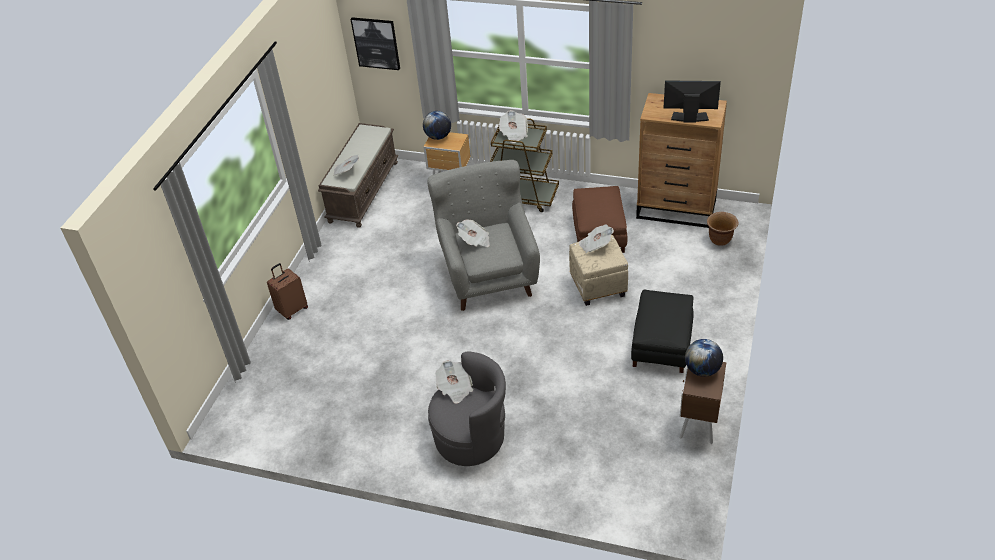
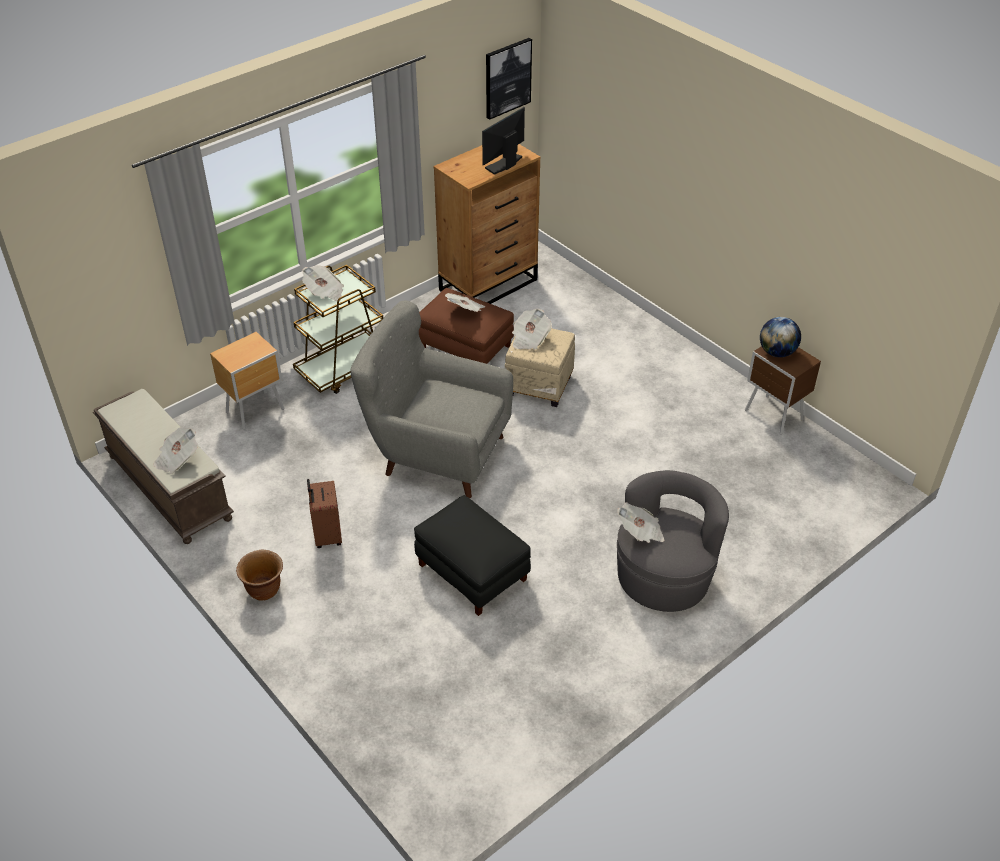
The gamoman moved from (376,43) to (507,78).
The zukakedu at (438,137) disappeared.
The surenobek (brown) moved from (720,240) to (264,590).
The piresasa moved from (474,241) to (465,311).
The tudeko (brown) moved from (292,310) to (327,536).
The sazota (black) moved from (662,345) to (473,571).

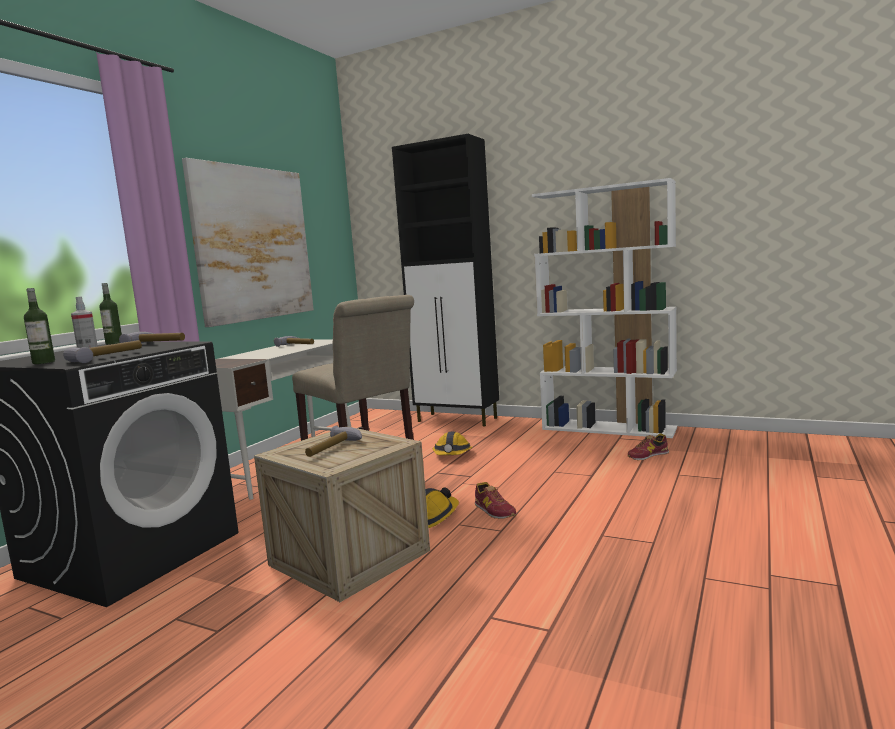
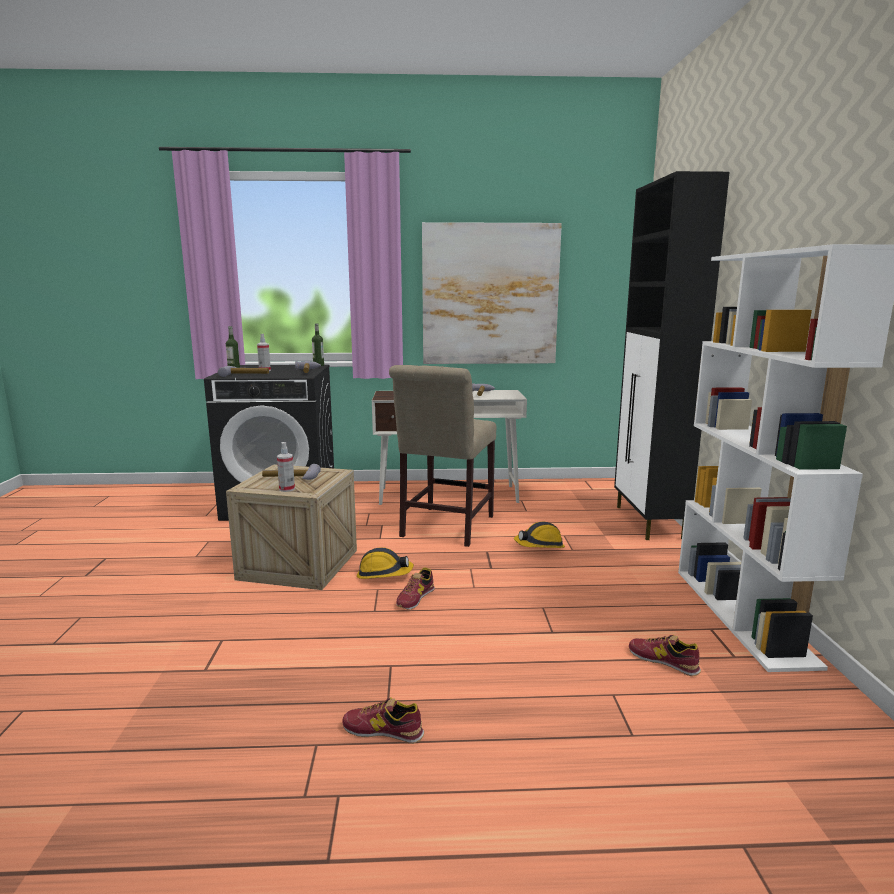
The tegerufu at (287,489) appeared.
The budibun at (383,730) appeared.

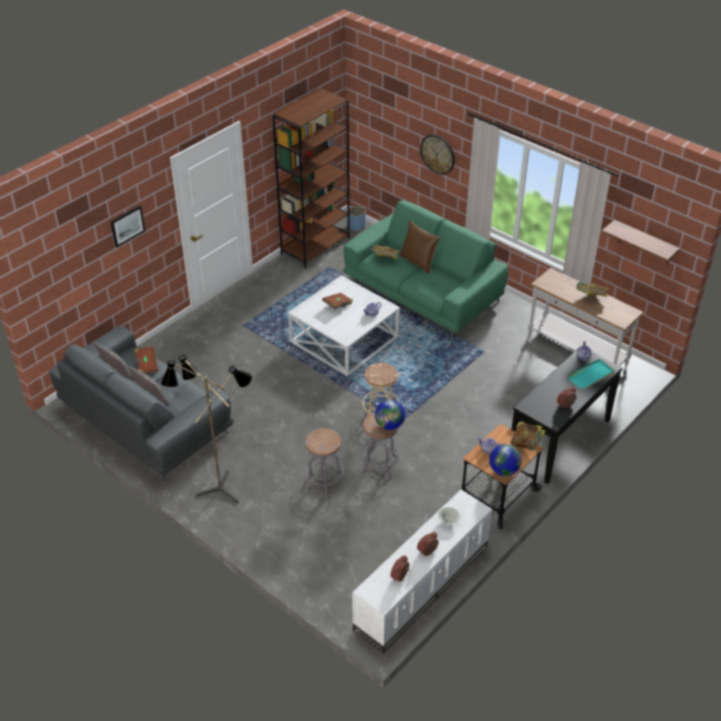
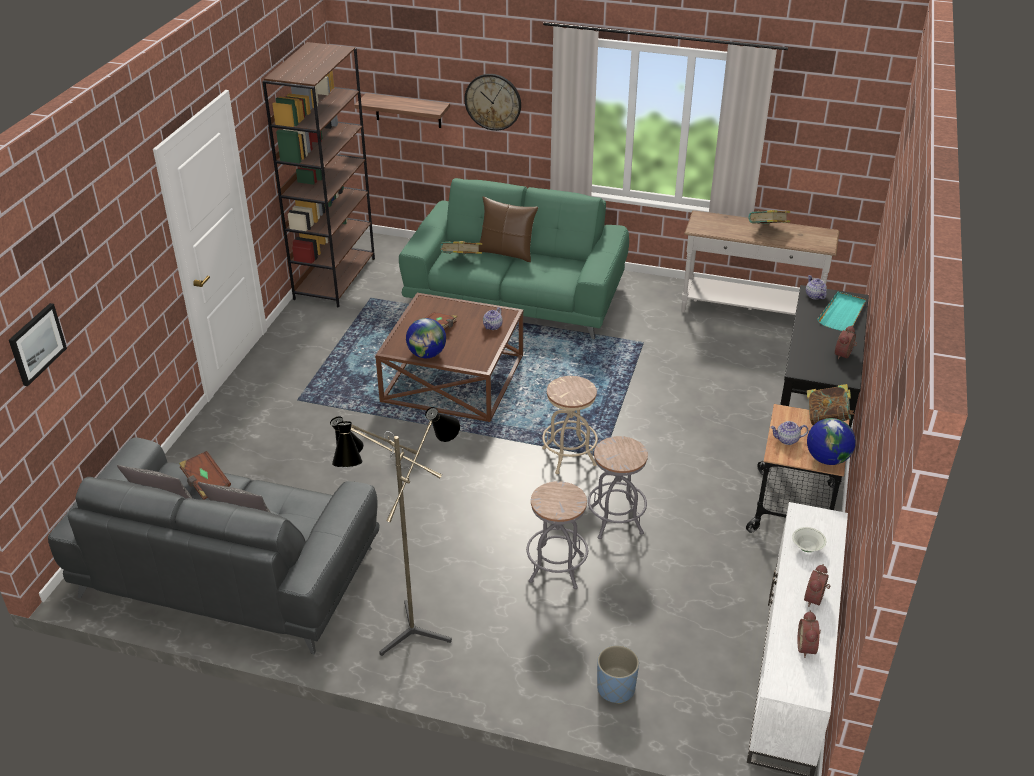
The gamoman moved from (127,226) to (36,344).
The surenobek (blue) moved from (356,226) to (615,689).
The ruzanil moved from (644,242) to (408,110).
The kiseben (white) at (344,339) became the kiseben (brown) at (453,377).
The zukakedu moved from (389,425) to (427,354).

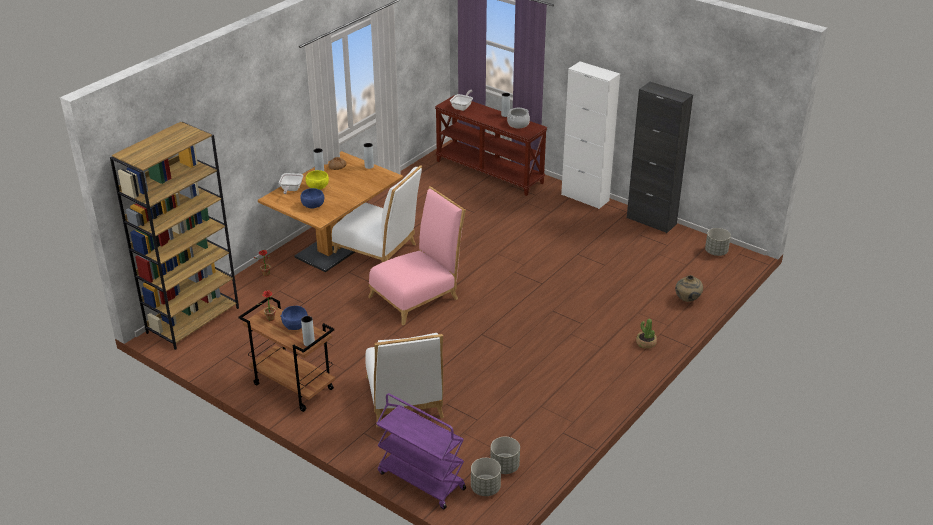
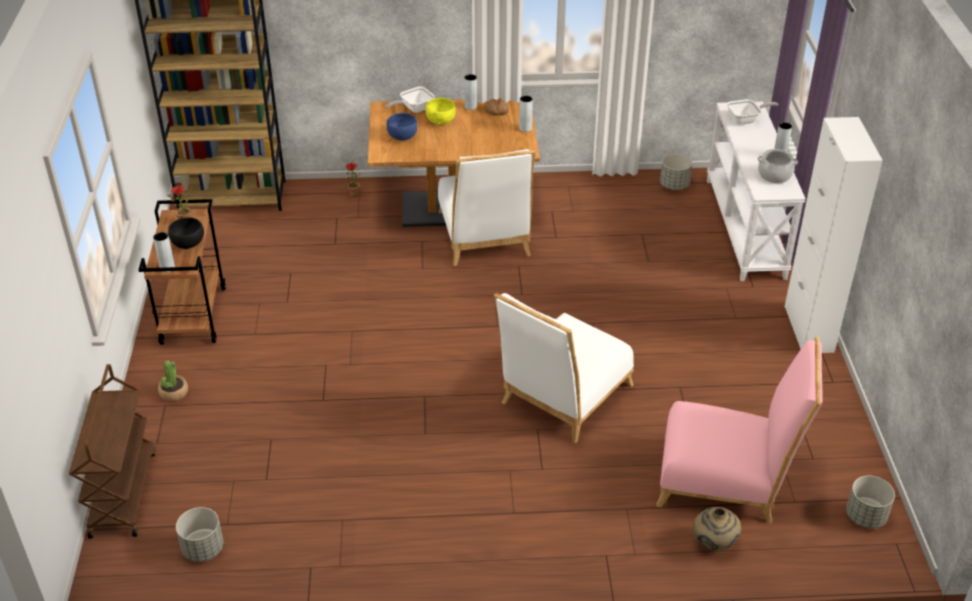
The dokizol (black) at (651,221) disappeared.
The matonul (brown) at (490,172) became the matonul (white) at (746,228).
The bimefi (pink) moved from (418,295) to (726,480).
The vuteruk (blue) at (295,325) became the vuteruk (black) at (188,243).
The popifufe moved from (646,343) to (174,393).
The bimefi (white) moved from (405,401) to (562,398).
The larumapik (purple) at (420,480) became the larumapik (brown) at (122,493).
The surenobek (grey) moved from (485,488) to (674,185).

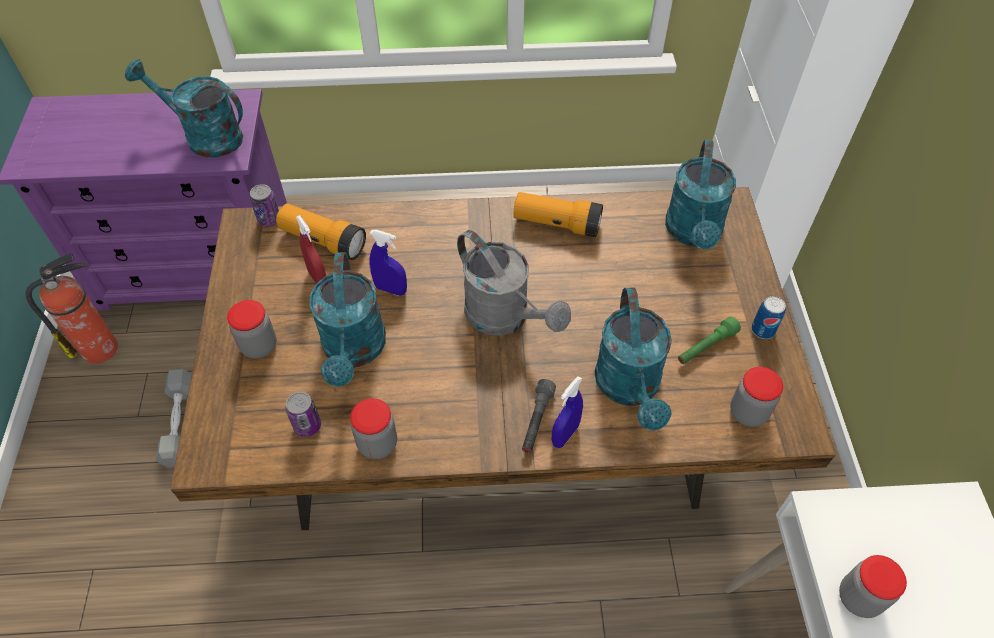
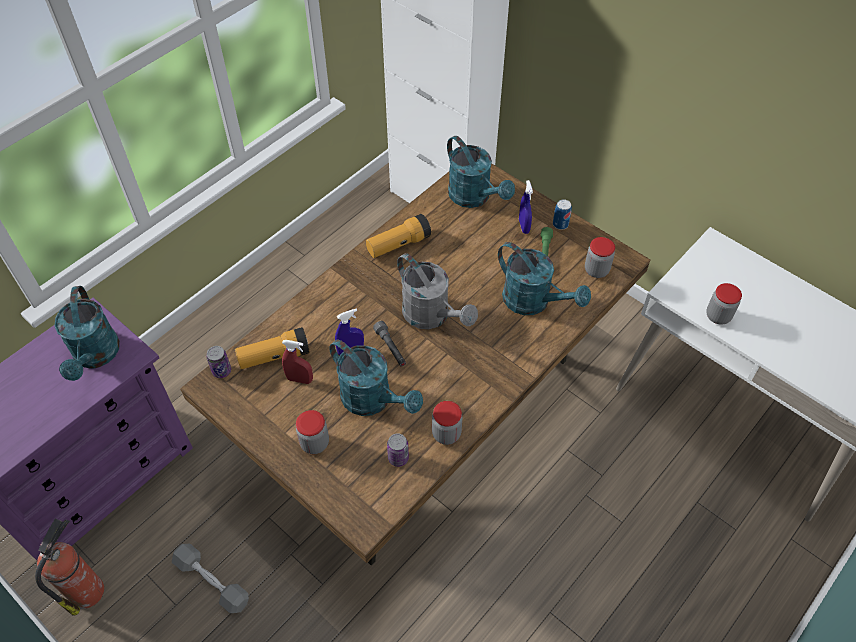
The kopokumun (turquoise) at (205,136) turned 75 degrees counterclockwise.
The kopokumun (grey) at (505,317) turned 45 degrees clockwise.
The tegerufu (blue) moved from (565,434) to (524,226).
The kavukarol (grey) moved from (536,421) to (391,348).

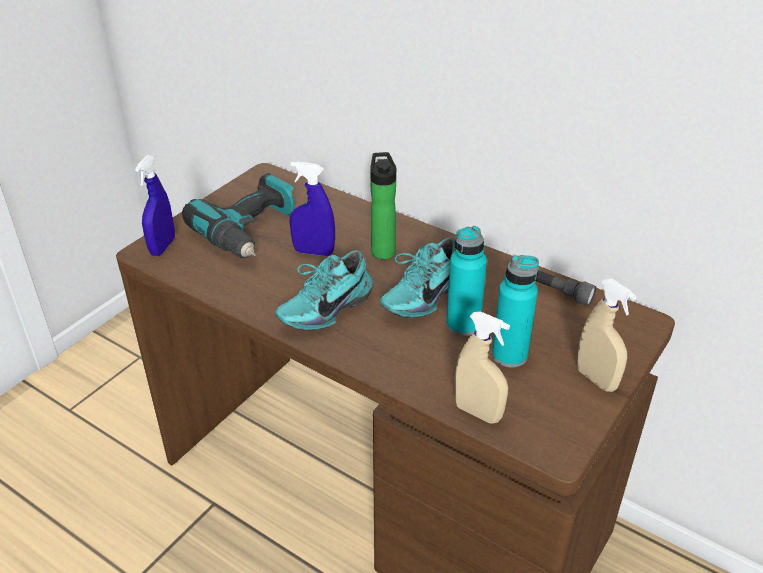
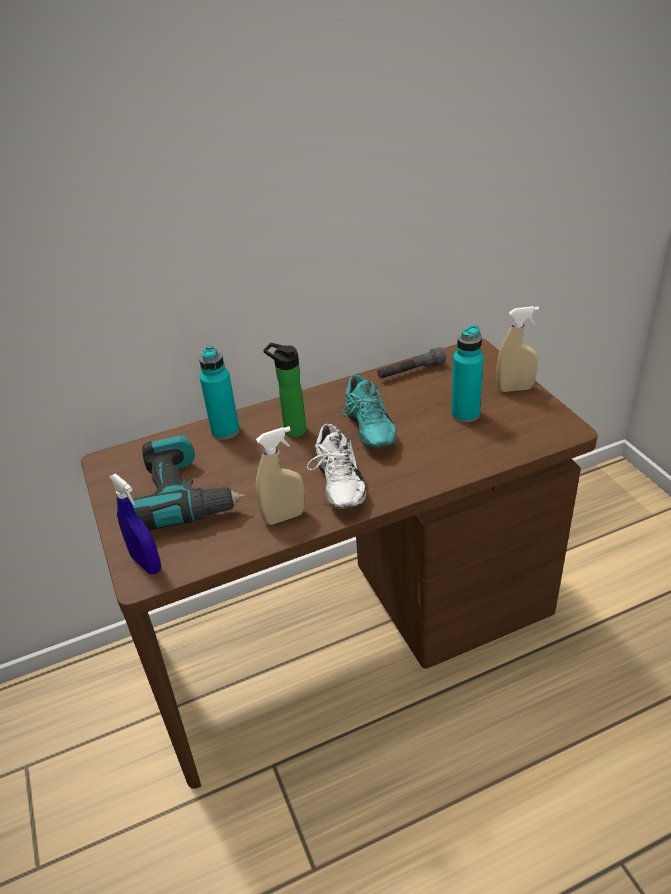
The tegerufu (blue) at (313,252) disappeared.
The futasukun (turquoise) moved from (463,325) to (225,431).
The budibun (turquoise) at (324,308) became the budibun (white) at (336,485).
The tegerufu (beige) moved from (478,412) to (284,517).

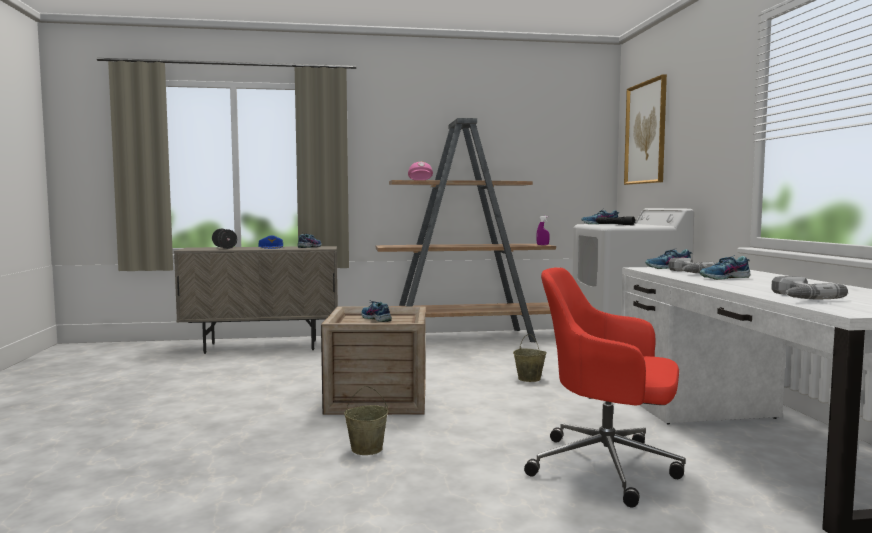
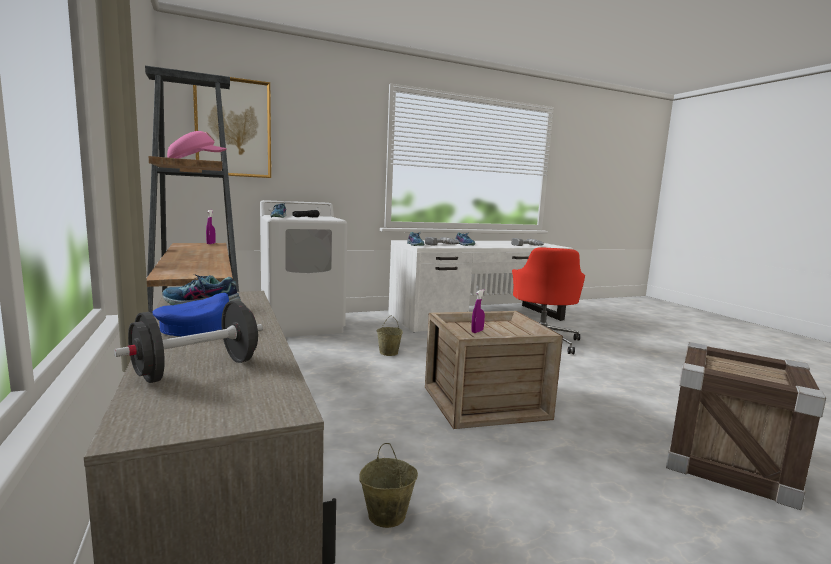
The budibun at (375,319) was replaced by the tegerufu (purple) at (477,331).
The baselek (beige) moved from (367,449) to (386,515).
The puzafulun at (728,462) appeared.

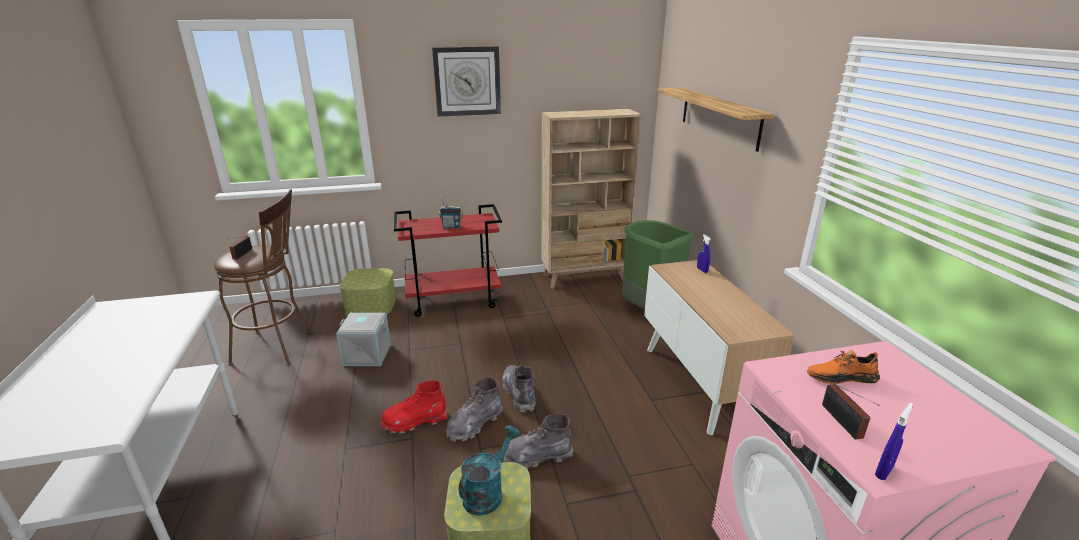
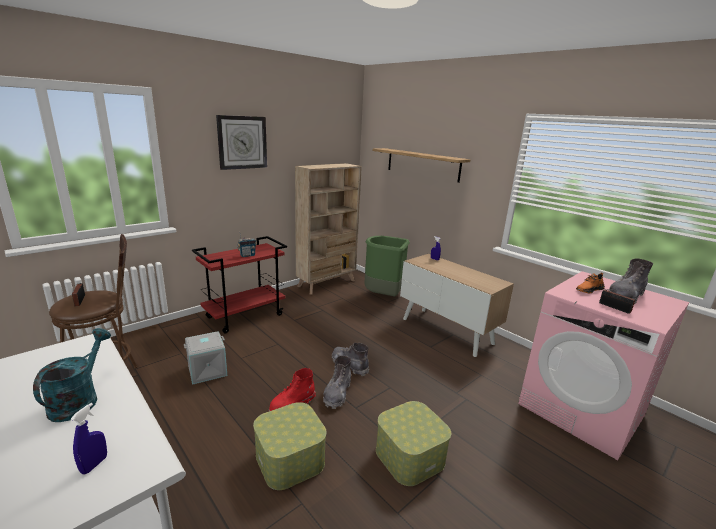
The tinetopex moved from (371,305) to (290,459).
The tegerufu (blue) moved from (883,471) to (94,464).
The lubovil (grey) moved from (537,456) to (625,296).
The kopokumun (turquoise) moved from (487,492) to (79,399).

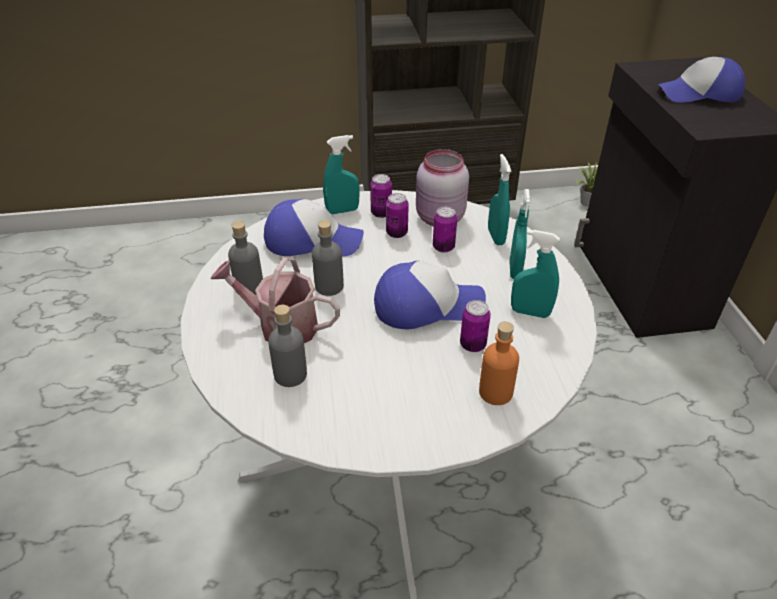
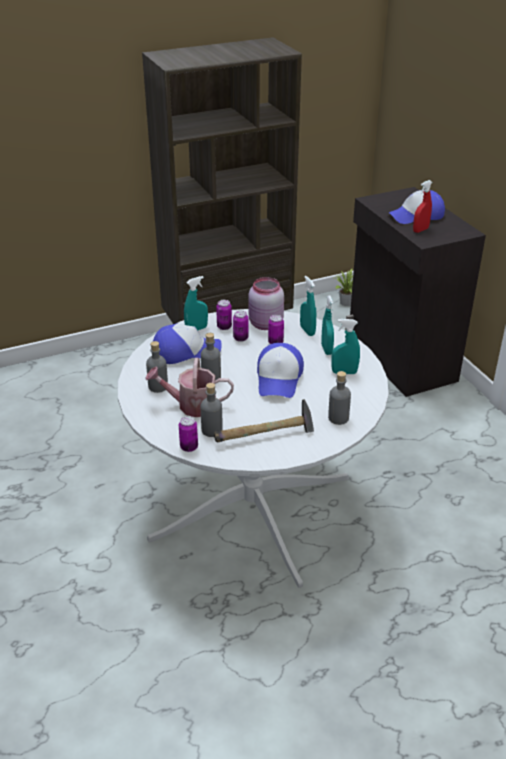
The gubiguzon at (427,305) turned 120 degrees clockwise.
The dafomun moved from (472,345) to (189,447).
The futasukun (orange) at (495,392) became the futasukun (grey) at (338,418).
The tegerufu (red) at (420,230) appeared.
The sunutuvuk at (267,436) appeared.

